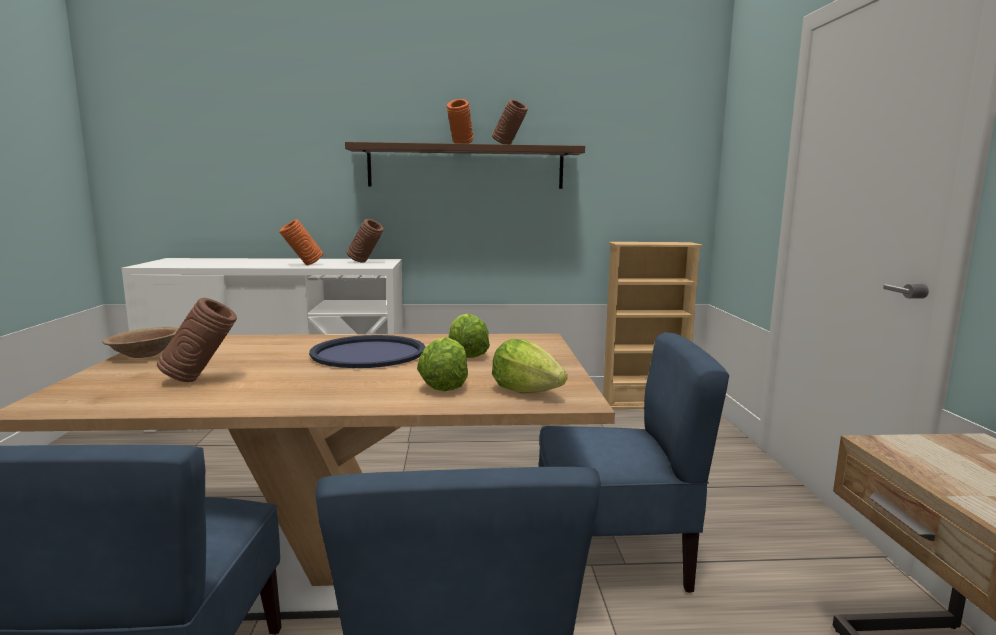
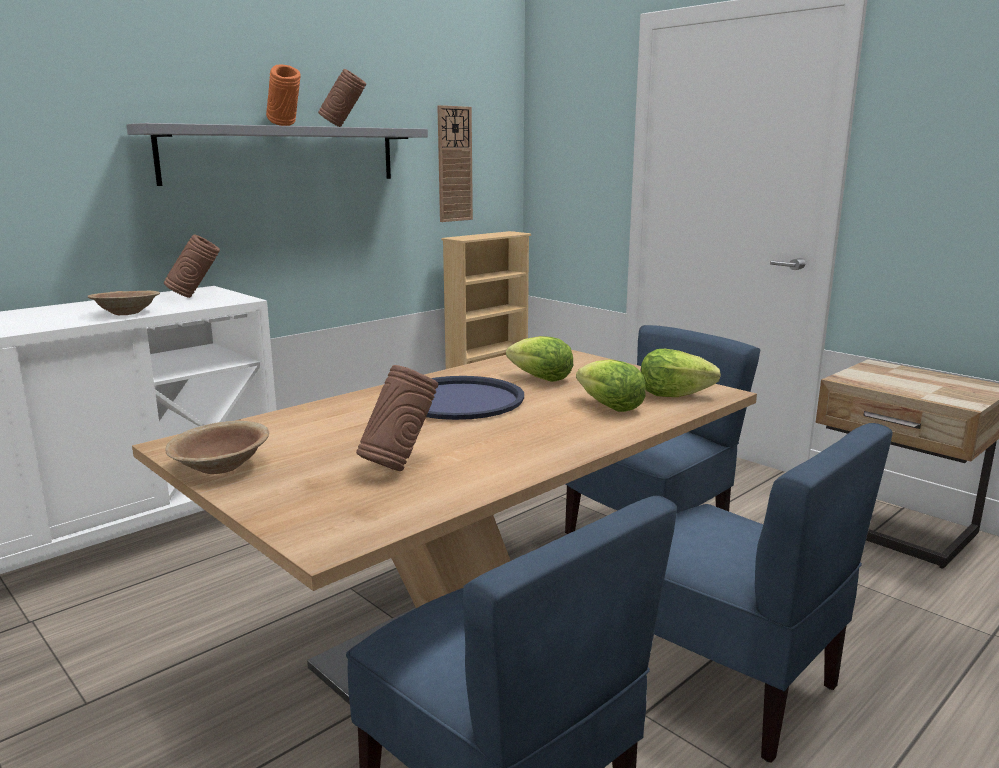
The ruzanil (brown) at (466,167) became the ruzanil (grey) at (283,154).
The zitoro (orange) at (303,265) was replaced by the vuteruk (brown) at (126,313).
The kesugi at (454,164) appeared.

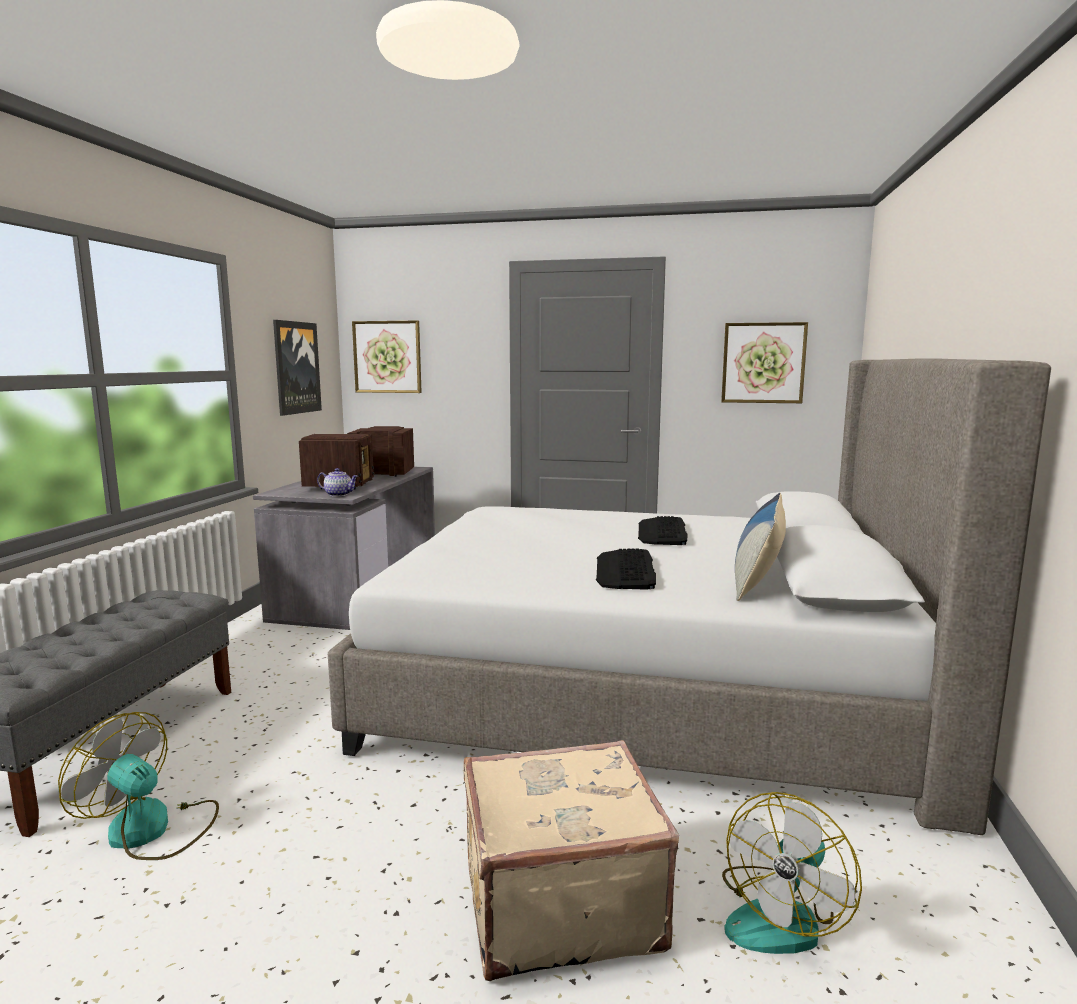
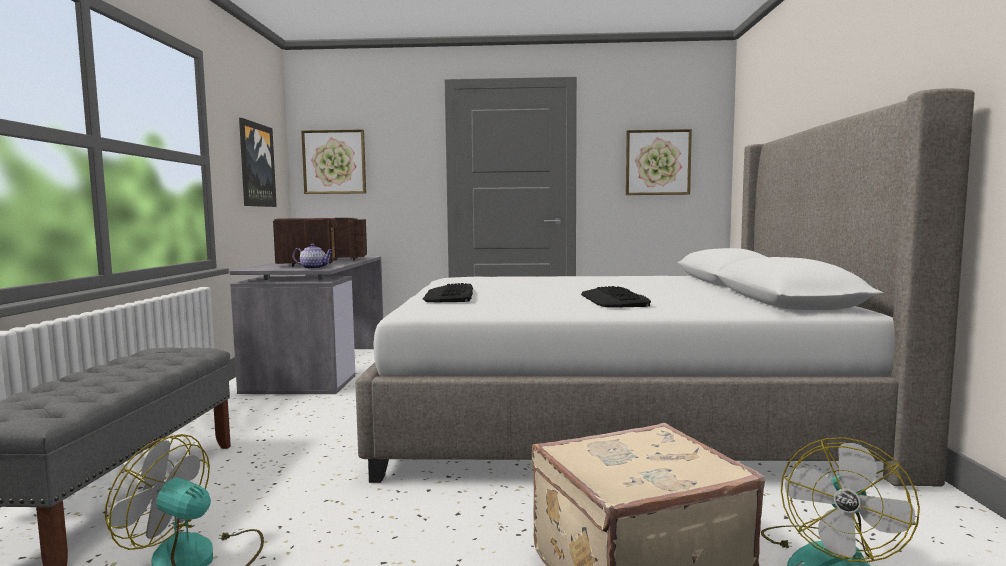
The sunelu at (758,578) disappeared.
The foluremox moved from (662,532) to (450,295).

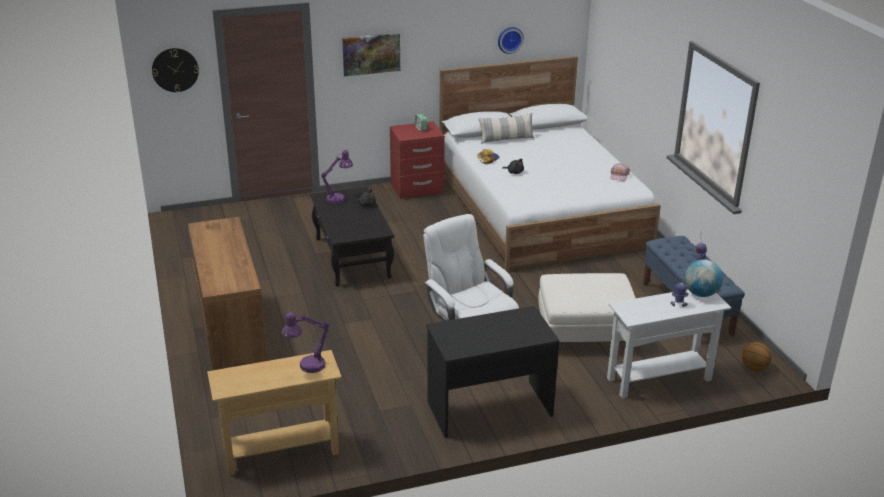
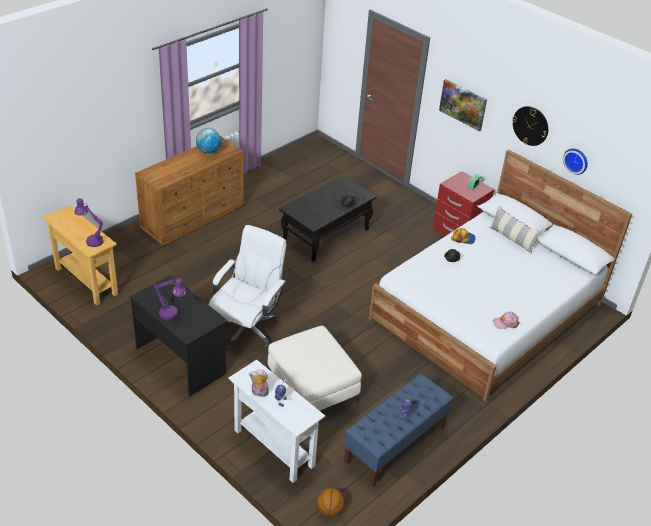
The kesugi moved from (175,70) to (530,125).
The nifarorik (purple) moved from (339,198) to (172,314).
The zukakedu moved from (701,294) to (208,151).
The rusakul at (259,393) appeared.

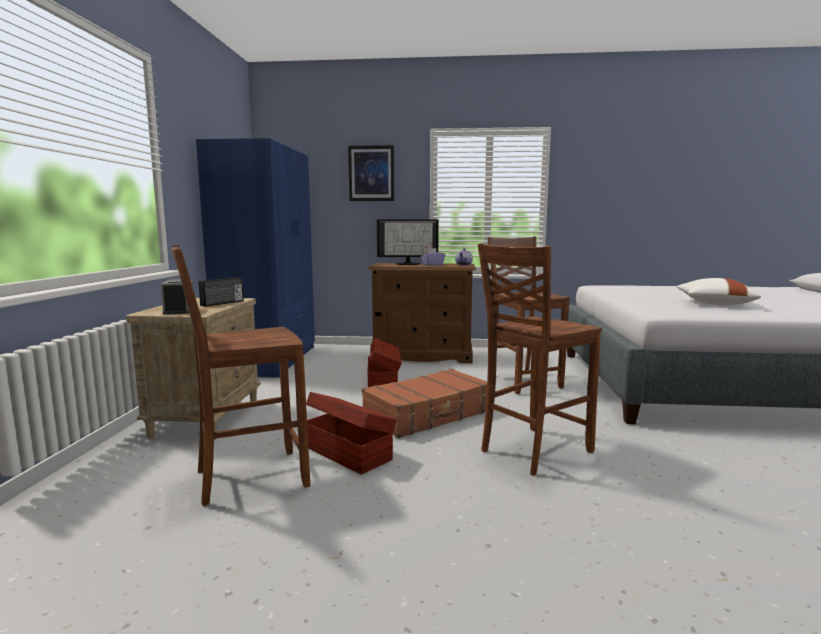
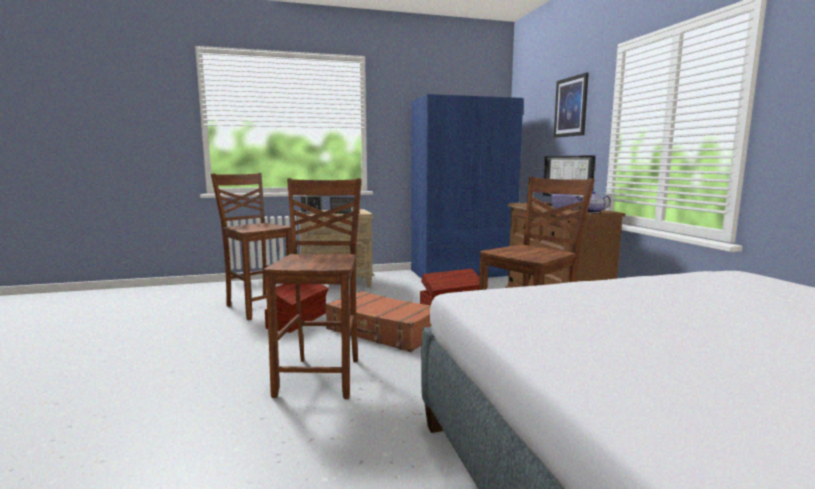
The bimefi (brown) at (532,451) turned 60 degrees clockwise.
The sunelu (white) at (714,304) disappeared.

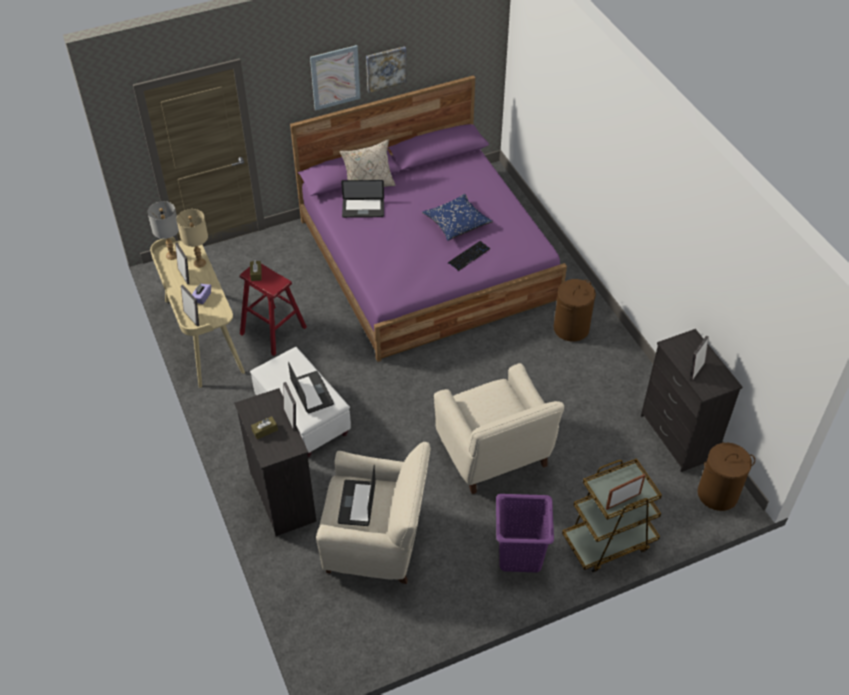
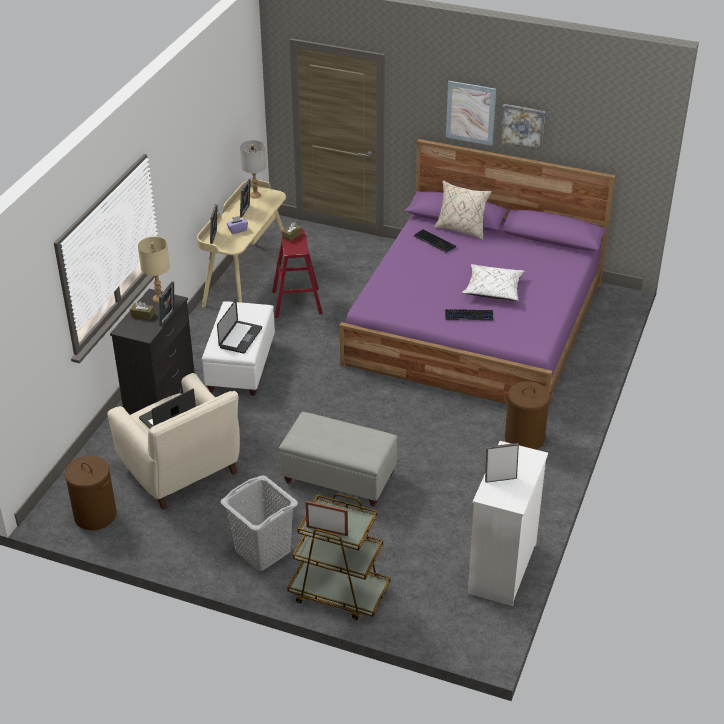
The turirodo at (363,209) was replaced by the foluremox at (434,242).
The sunelu (blue) at (456,223) became the sunelu (white) at (493,290).
The nifarorik (beige) moved from (200,263) to (159,298).
The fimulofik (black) at (677,437) became the fimulofik (white) at (501,569).
The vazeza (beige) at (494,453) was replaced by the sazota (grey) at (338,477).
The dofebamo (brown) moved from (717,494) to (95,515).
The dofebamo (purple) at (519,554) became the dofebamo (grey) at (262,550).

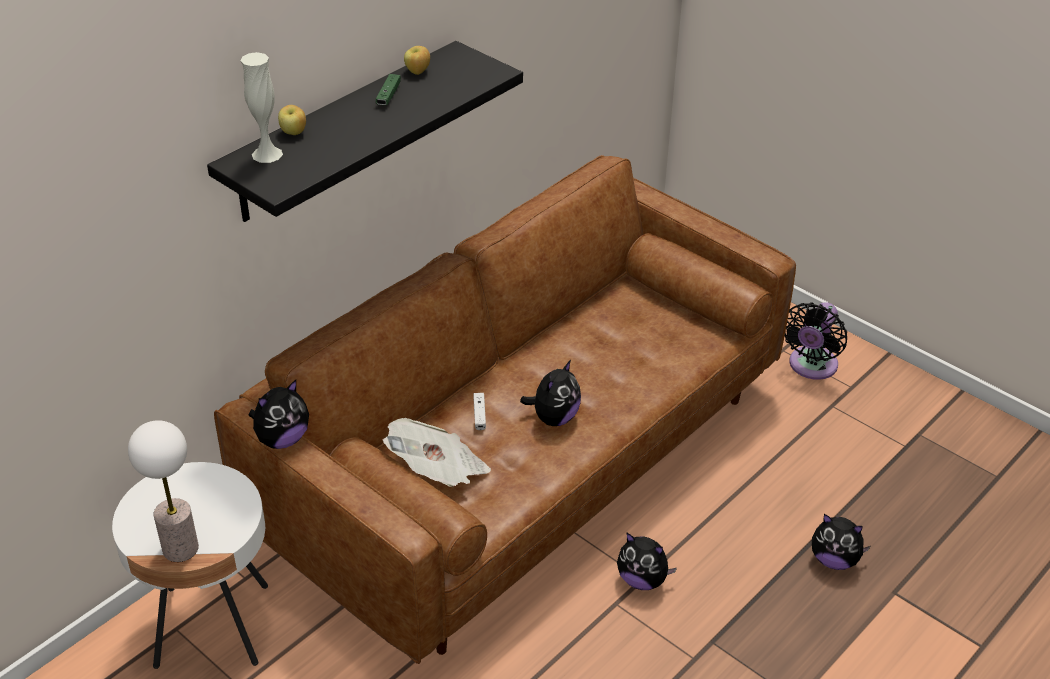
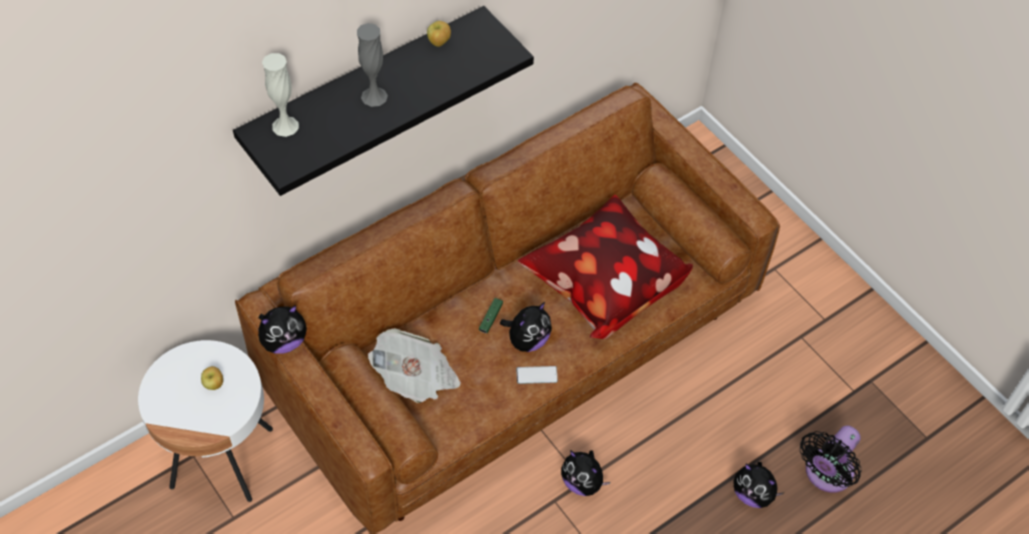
The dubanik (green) moved from (388,95) to (490,318).
The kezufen moved from (294,132) to (214,384).
The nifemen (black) moved from (811,367) to (826,474).
The dubanik (white) at (479,415) disappeared.
The nifarorik at (181,548) disappeared.
The zitoro (grey) at (374,96) appeared.
The sunelu at (602,287) appeared.
The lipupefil at (536,375) appeared.

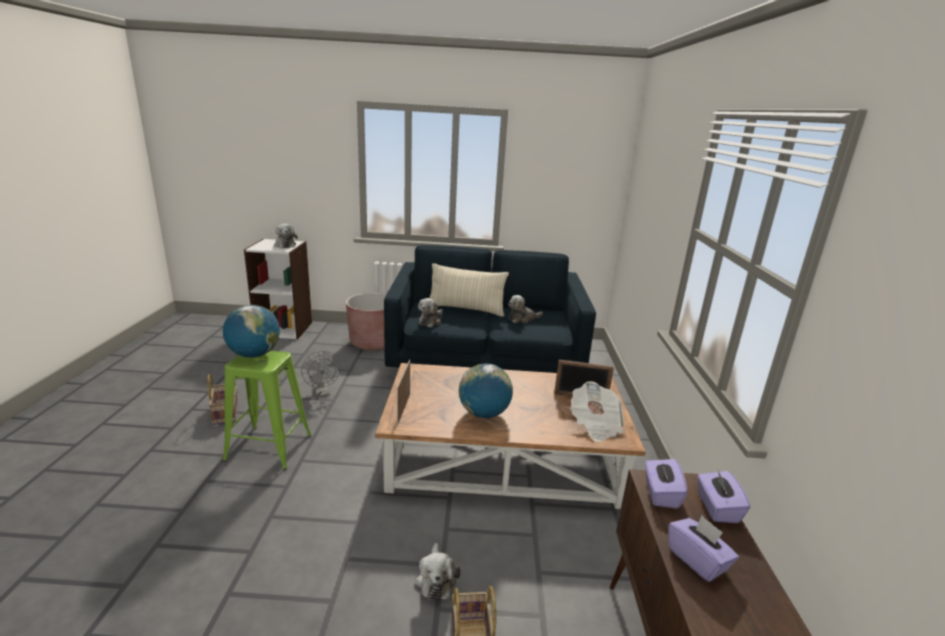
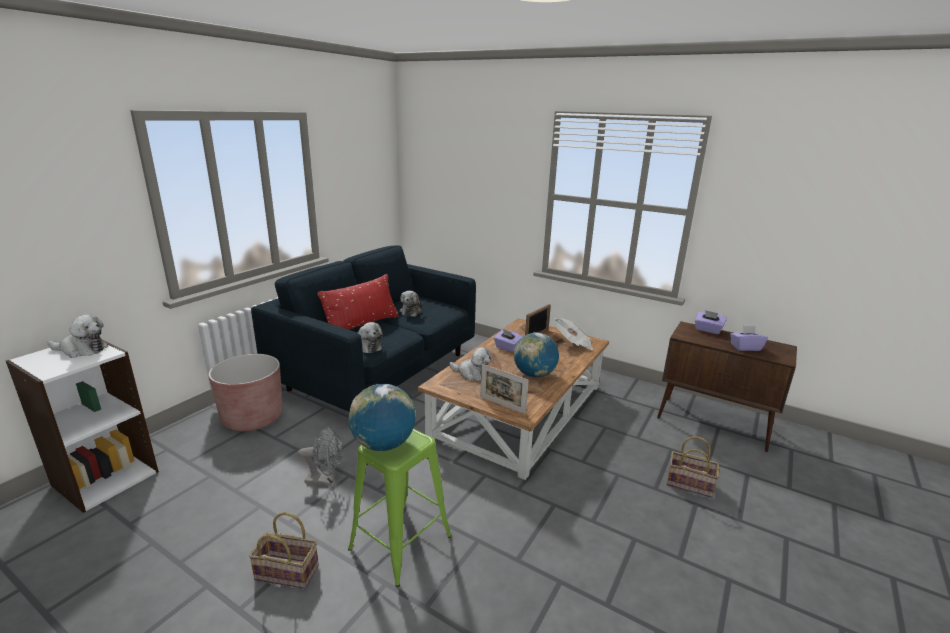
The sunelu (beige) at (466,309) became the sunelu (red) at (362,325).
The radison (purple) moved from (660,494) to (507,347).
The rusakul moved from (436,579) to (472,373).

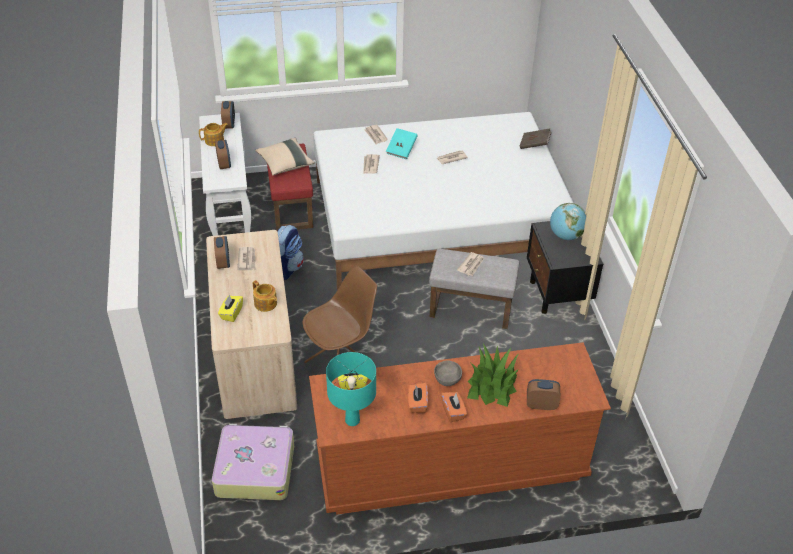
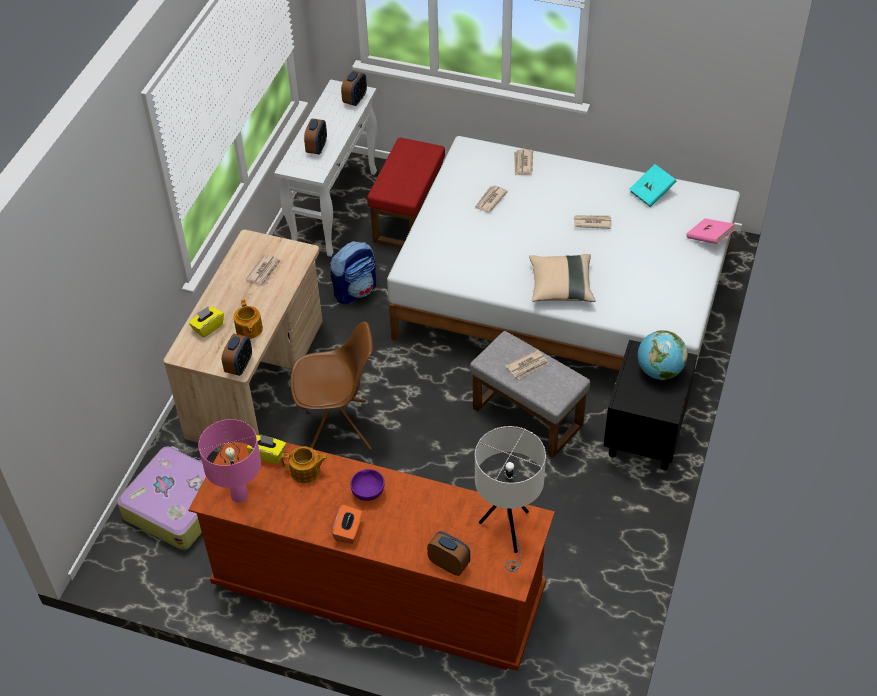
The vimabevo moved from (215,140) to (306,471).
The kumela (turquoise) moved from (401,150) to (651,193).
The kumela (brown) at (534,145) became the kumela (pink) at (709,239).
The sunelu (beige) moved from (285,164) to (561,287).
The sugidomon moved from (223,262) to (239,366).
The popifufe at (492,385) disappeared.
The nifarorik (turquoise) at (352,420) became the nifarorik (pink) at (239,496).
The vuteruk (grey) at (447,380) became the vuteruk (purple) at (369,492).
The radison (orange) at (417,404) disappeared.
The nifarorik (white) at (507,532) appeared.

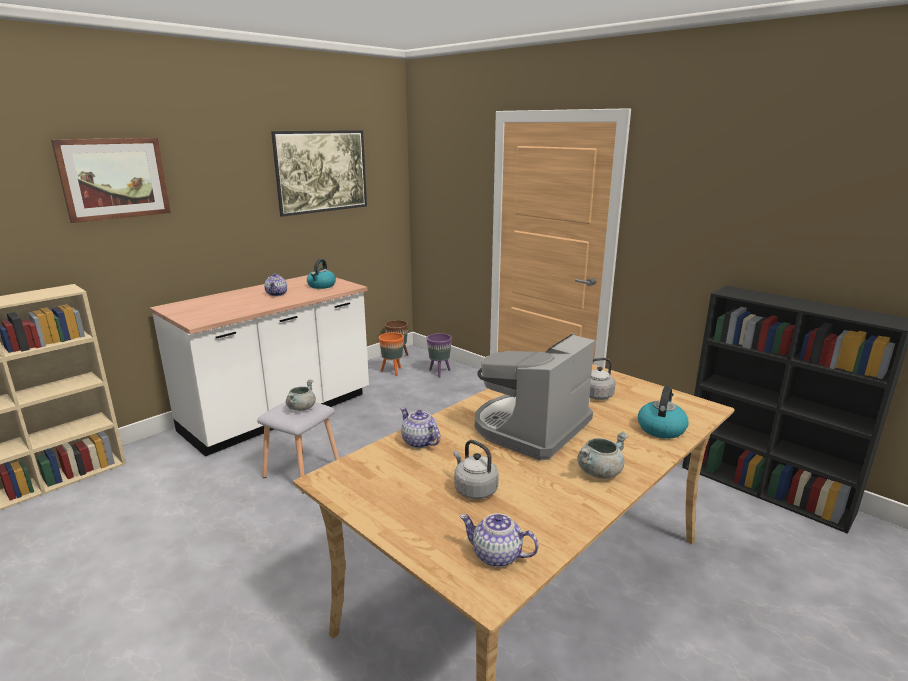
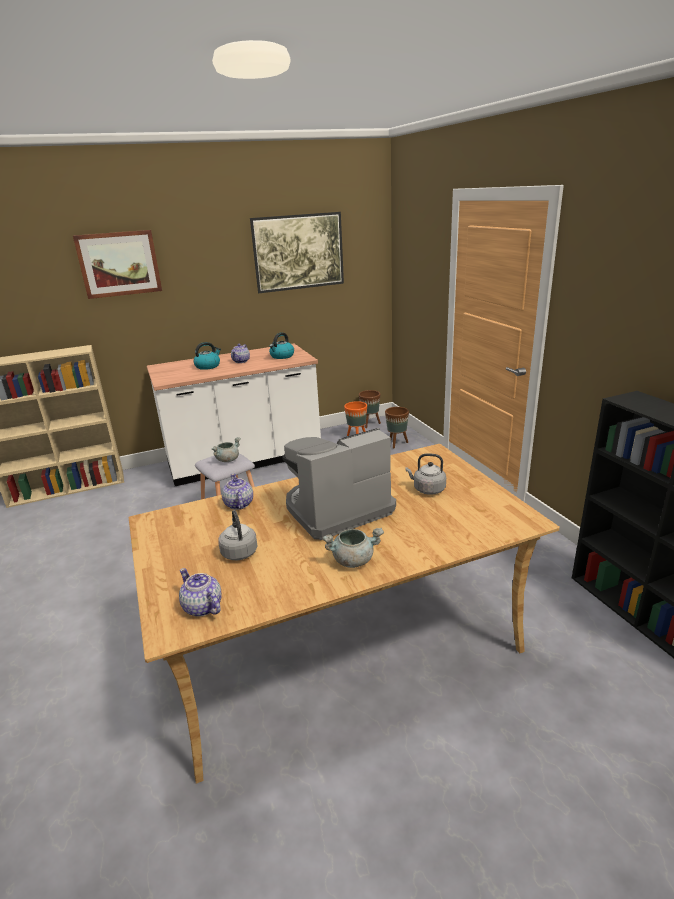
The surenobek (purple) at (439,372) became the surenobek (brown) at (397,443).
The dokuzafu moved from (661,428) to (208,366).

